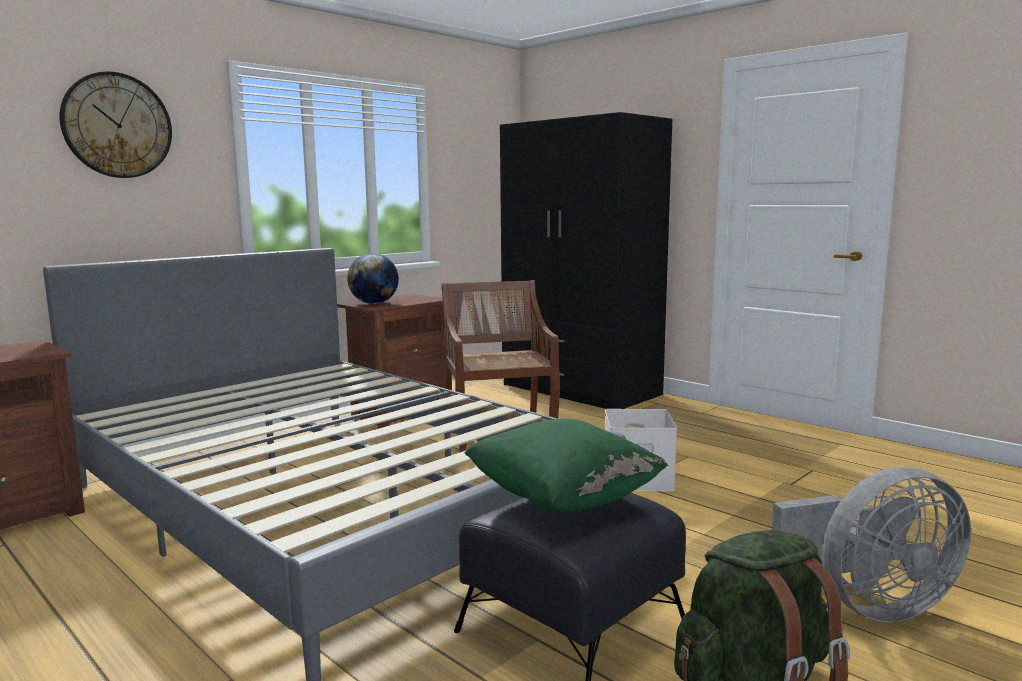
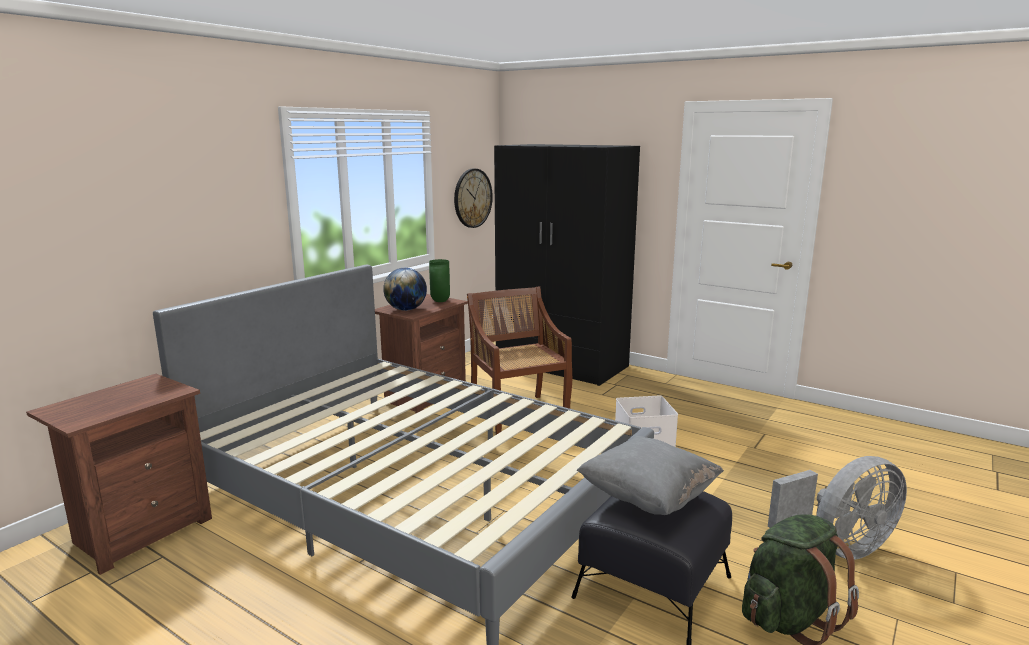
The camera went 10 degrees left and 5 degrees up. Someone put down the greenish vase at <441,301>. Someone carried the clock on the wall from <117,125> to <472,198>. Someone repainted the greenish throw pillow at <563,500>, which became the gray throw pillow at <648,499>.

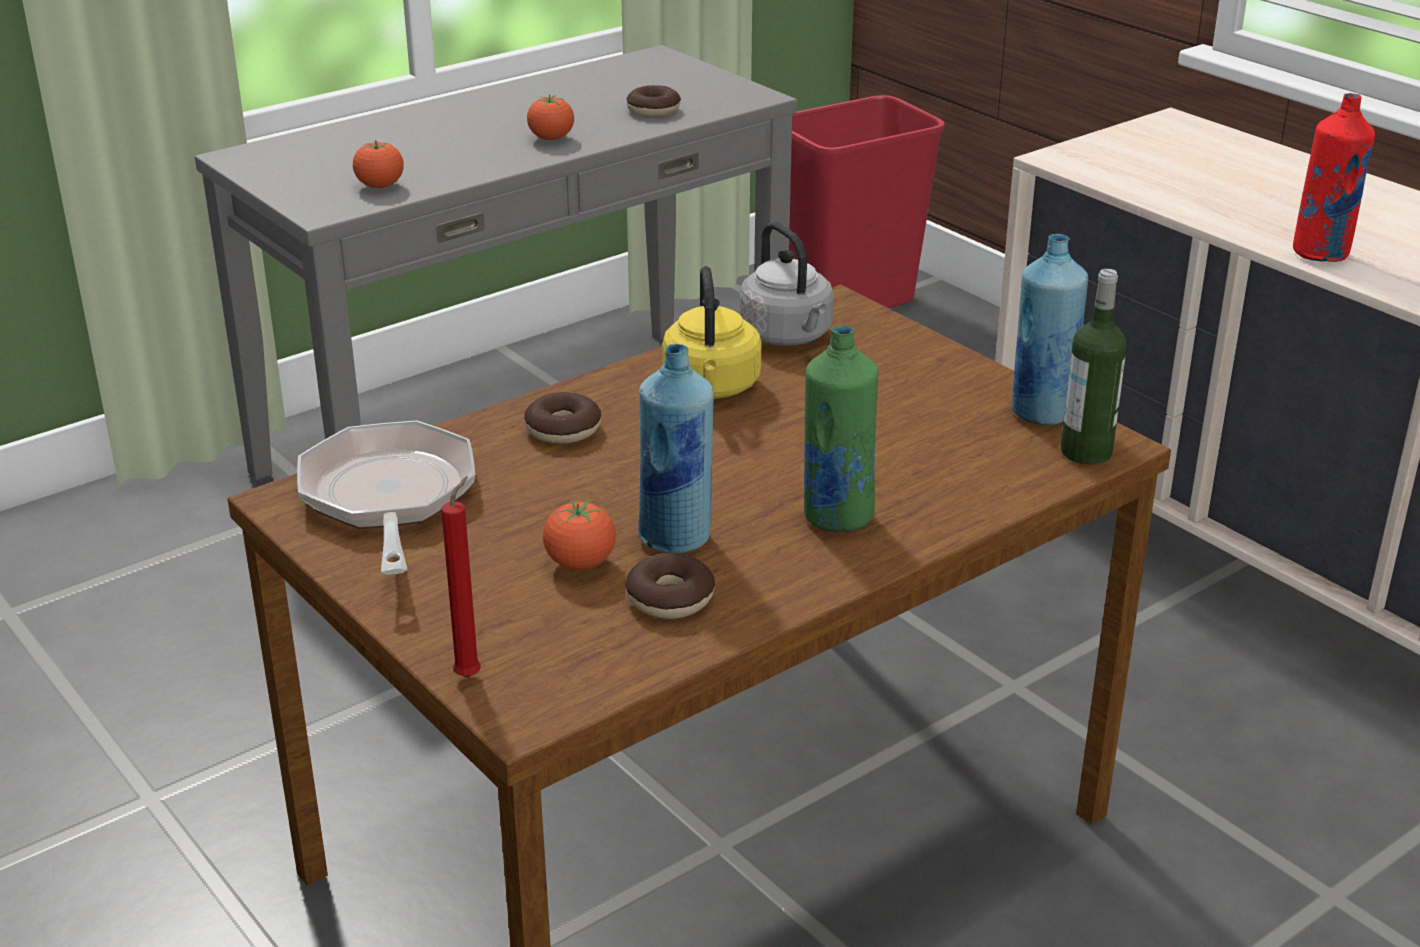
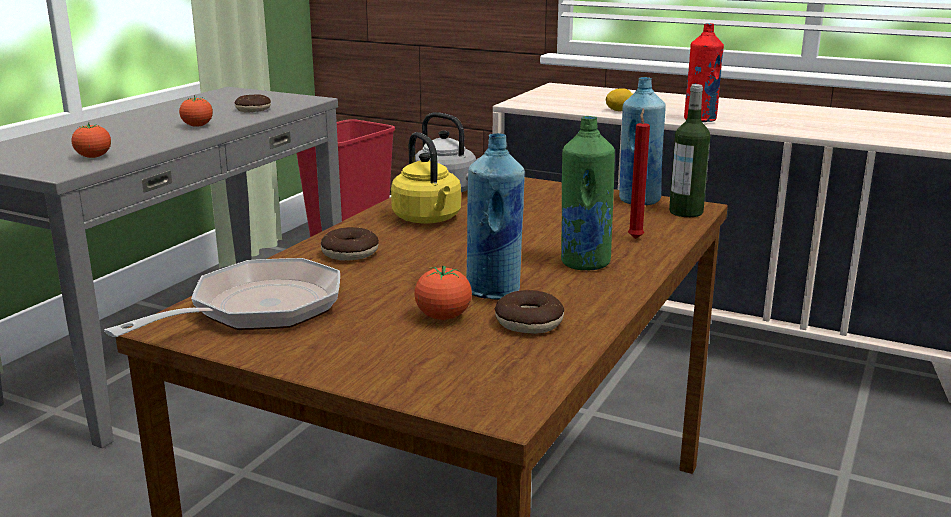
The camera went 25 degrees left and 10 degrees down. Someone put down the citrus fruit at <619,110>. Someone carried the red-coloured wax candle from <471,675> to <635,238>. Someone rotated the frying pan at <389,499> by 75 degrees clockwise.

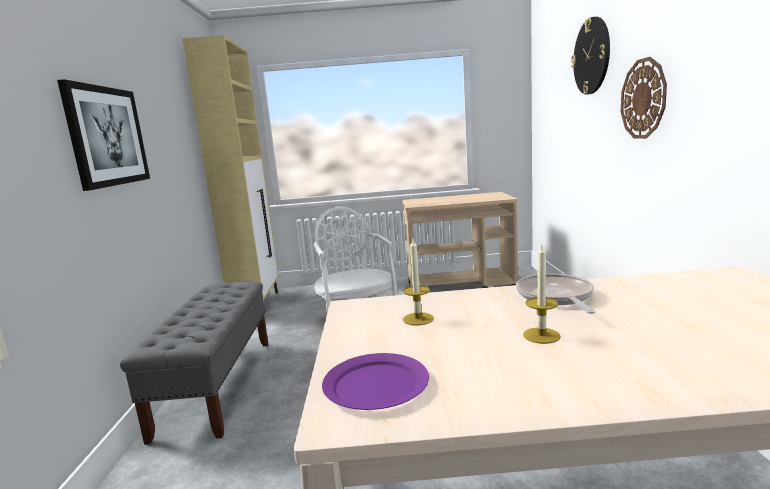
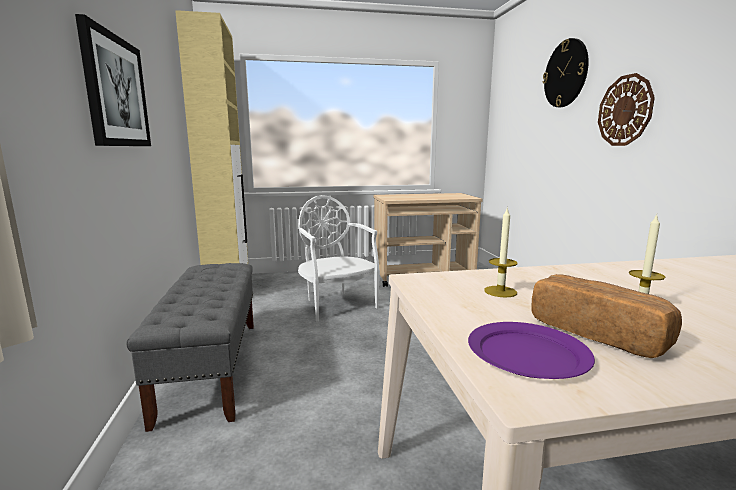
The camera went 10 degrees left and 0 degrees up. Someone took away the frying pan at <555,297>. Someone put down the baked bread at <597,333>.

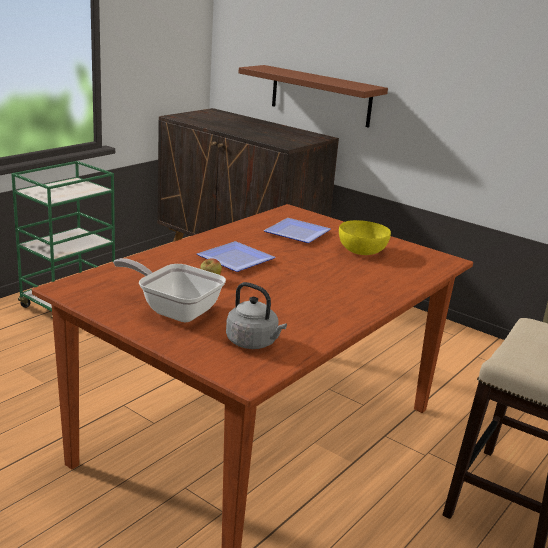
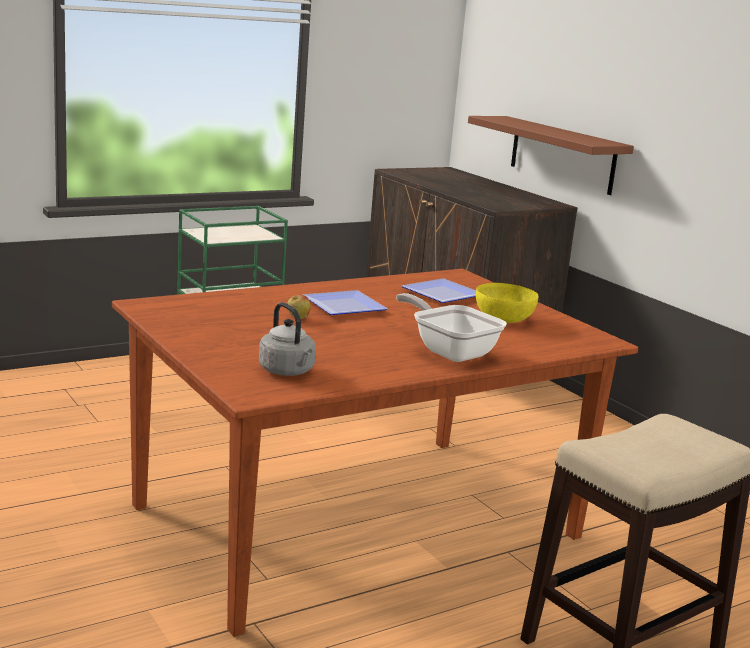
The camera went 20 degrees right and 5 degrees down. Someone carried the frying pan from <174,310> to <449,351>.

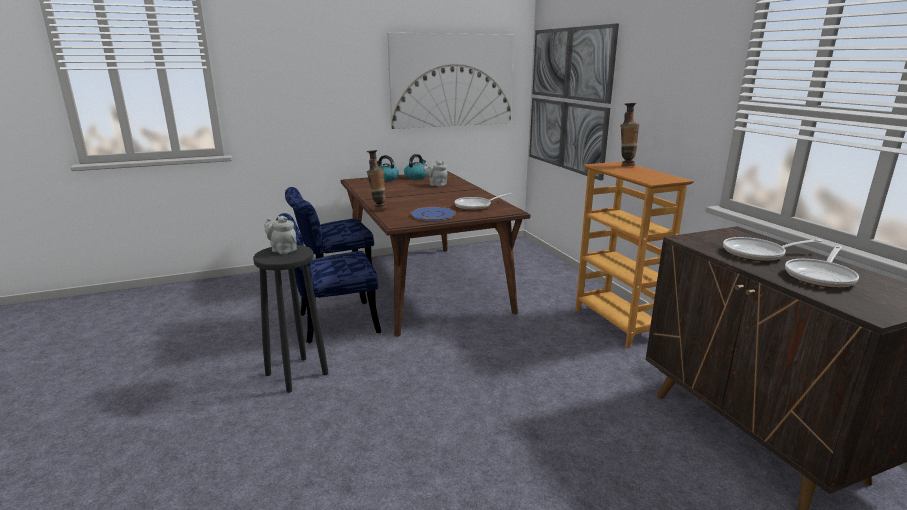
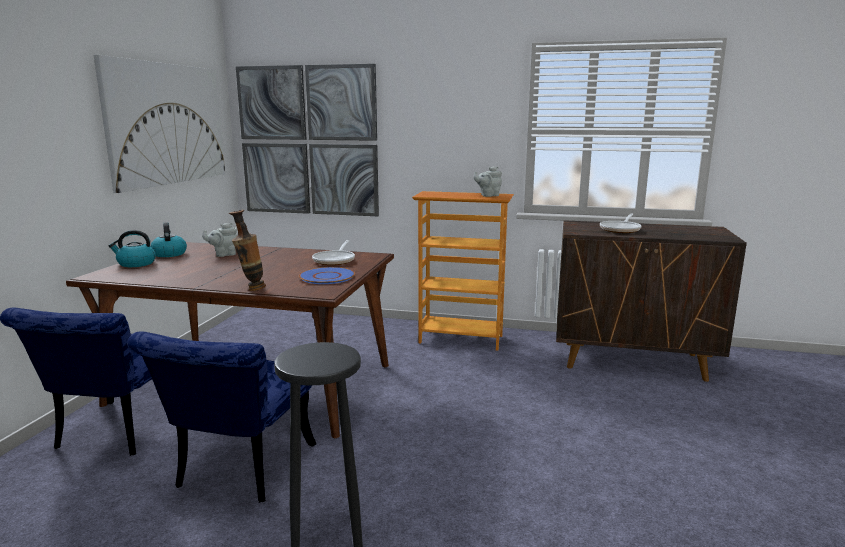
The camera went 55 degrees left and 5 degrees down. Someone took away the vase at <626,165>. Someone took away the frying pan at <821,276>. Someone carried the gray tea pot from <282,250> to <488,195>.

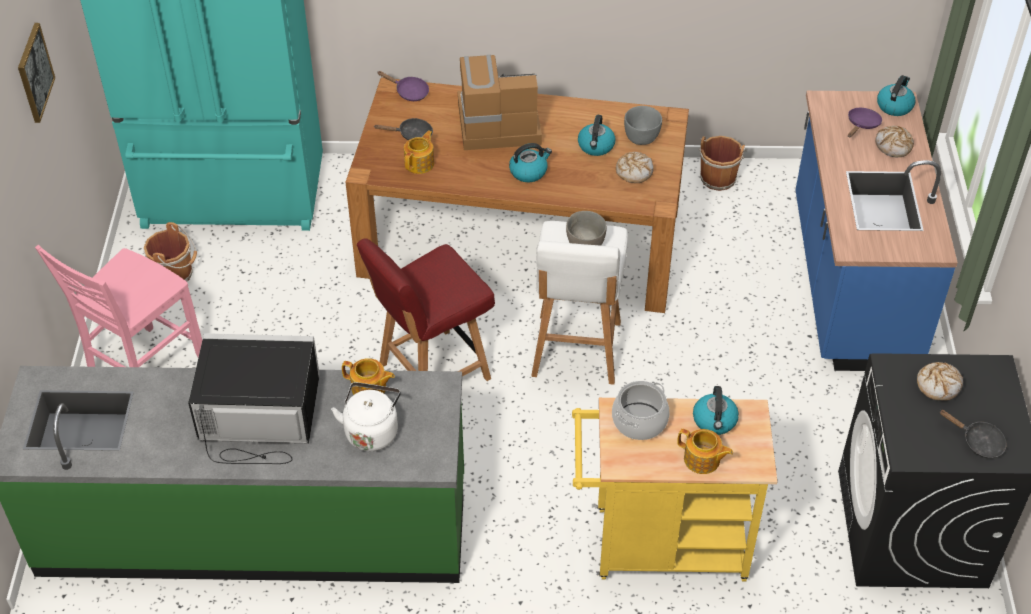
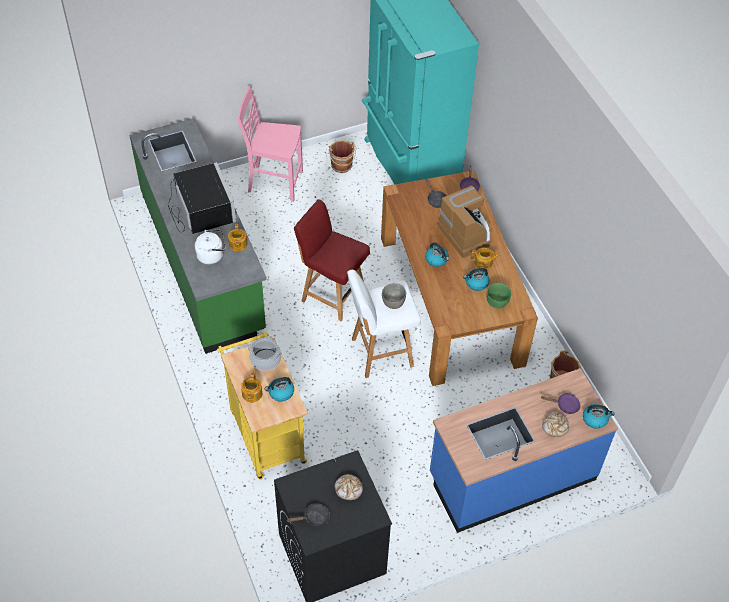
The camera went 65 degrees right and 5 degrees up. Someone took away the wall picture at <34,72>. Someone took away the baked bread at <634,171>. Someone carried the tea pot from <420,163> to <484,263>. Someone repainted the gray deep dish at <642,137>, which became the greenish deep dish at <497,302>. Someone rotated the black frying pan at <978,442> by 120 degrees counterclockwise.

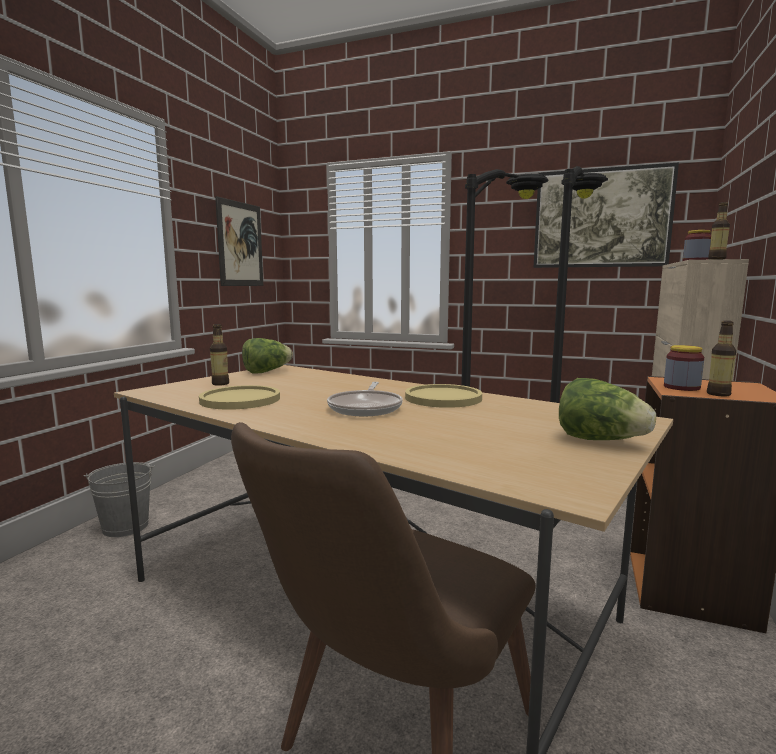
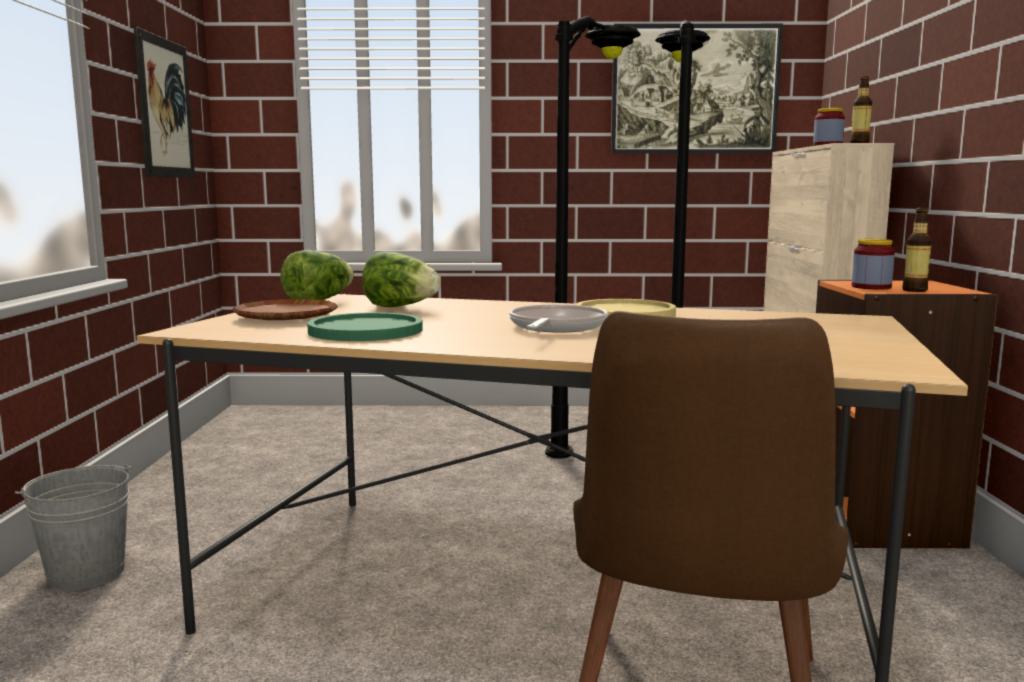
The camera went 20 degrees left and 0 degrees up. Someone carried the lettuce head from <600,440> to <401,307>. Someone swapped the bottle at <220,384> for the brown-coloured dinner plate at <286,317>. Someone repainted the yellow-coloured dinner plate at <240,399>, which became the greenish dinner plate at <365,330>. Someone rotated the frying pan at <366,408> by 150 degrees counterclockwise.

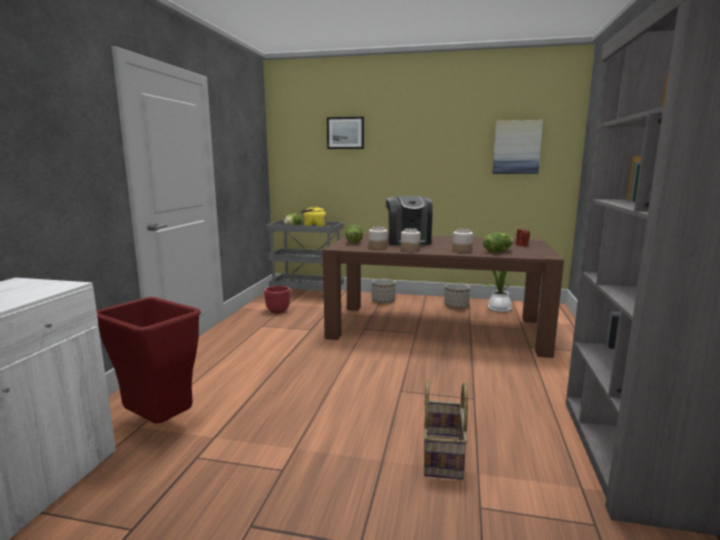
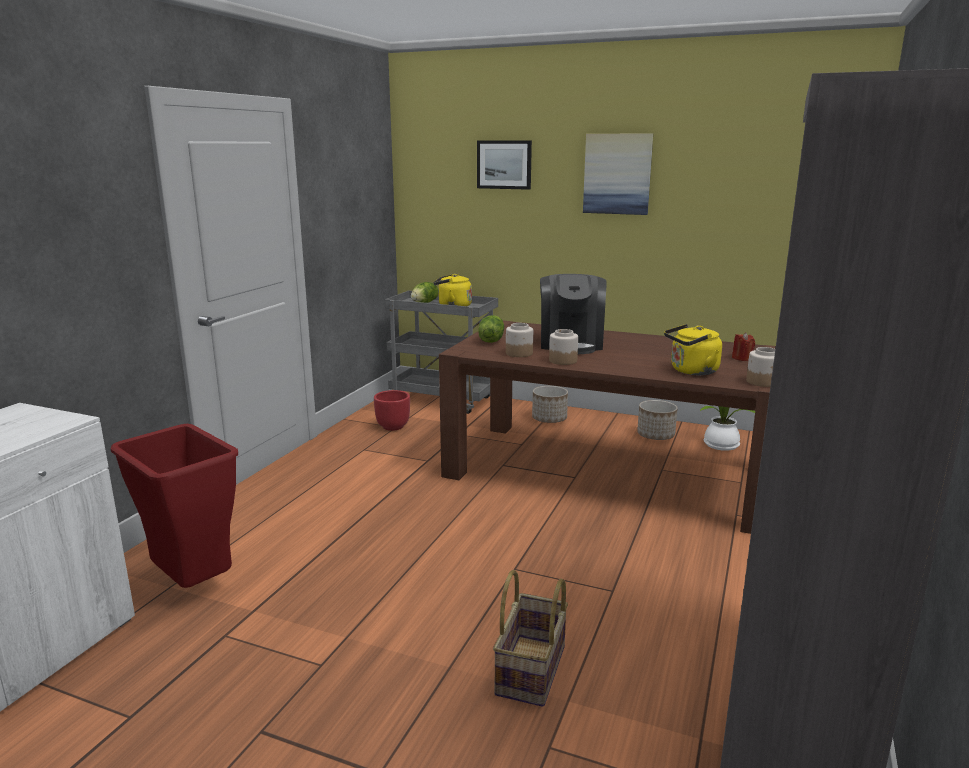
The camera went 10 degrees right and 5 degrees up. Someone carried the preserve jar from <462,250> to <762,382>. Someone carried the wall picture from <516,147> to <617,174>. Someone swapped the lettuce head at <497,251> for the yellow-coloured kettle at <691,371>.

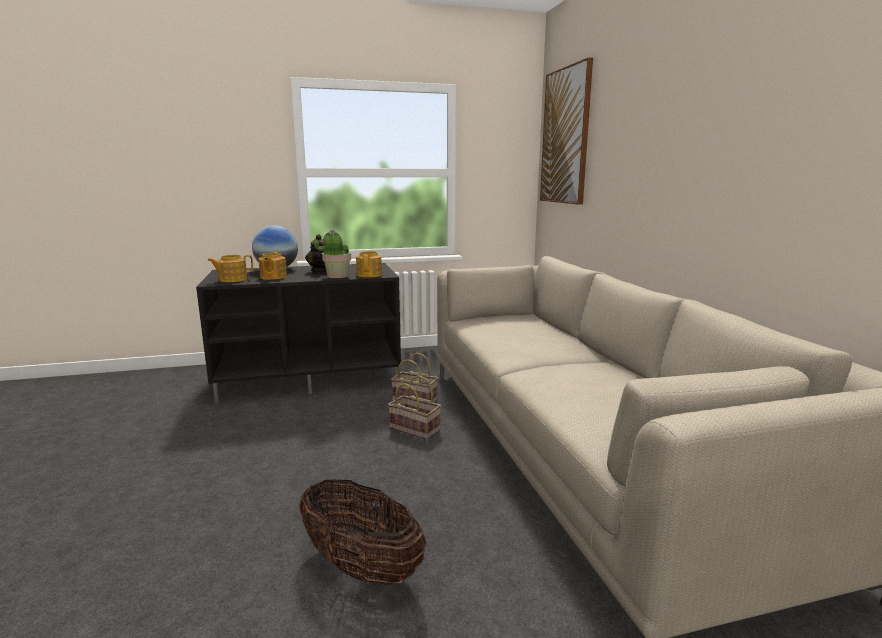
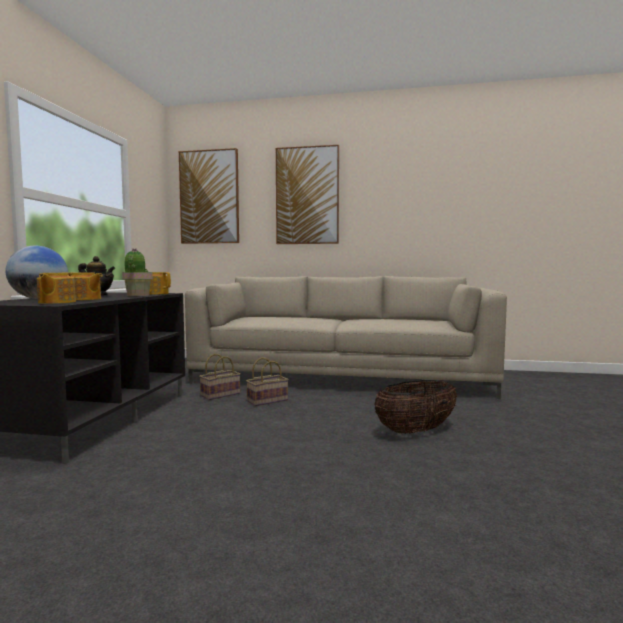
The camera went 65 degrees left and 10 degrees down. Someone put up the wall picture at <307,196>.

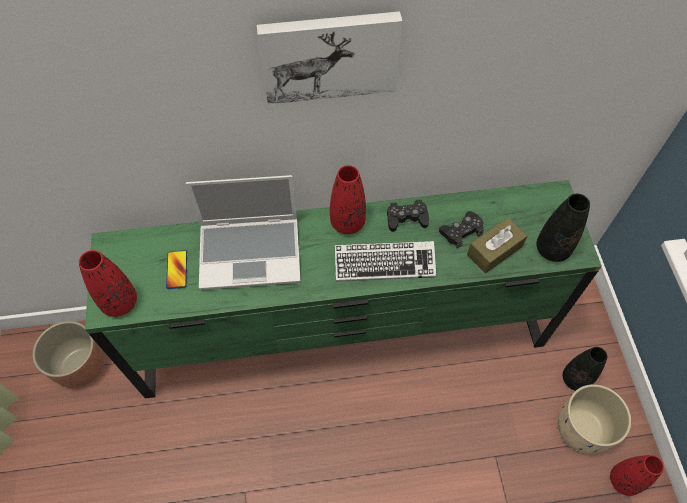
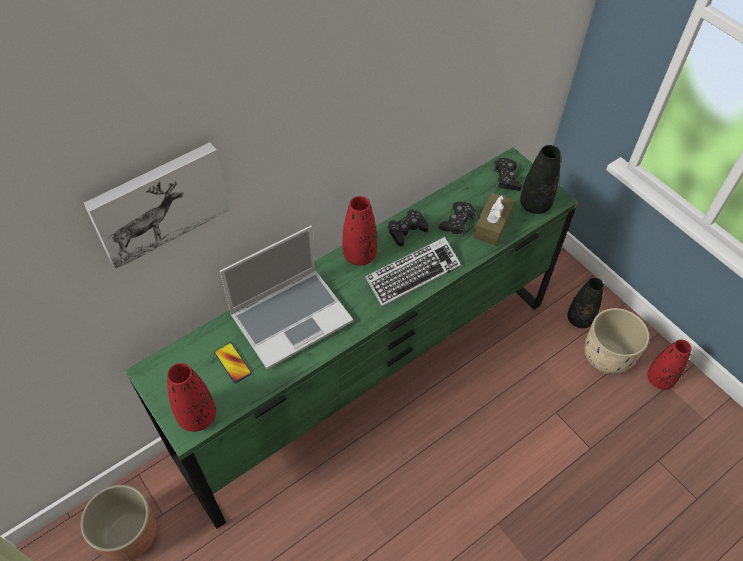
The camera went 30 degrees left and 5 degrees down. Someone put down the black game controller at <506,178>. Someone carried the wall picture from <329,55> to <159,202>.

